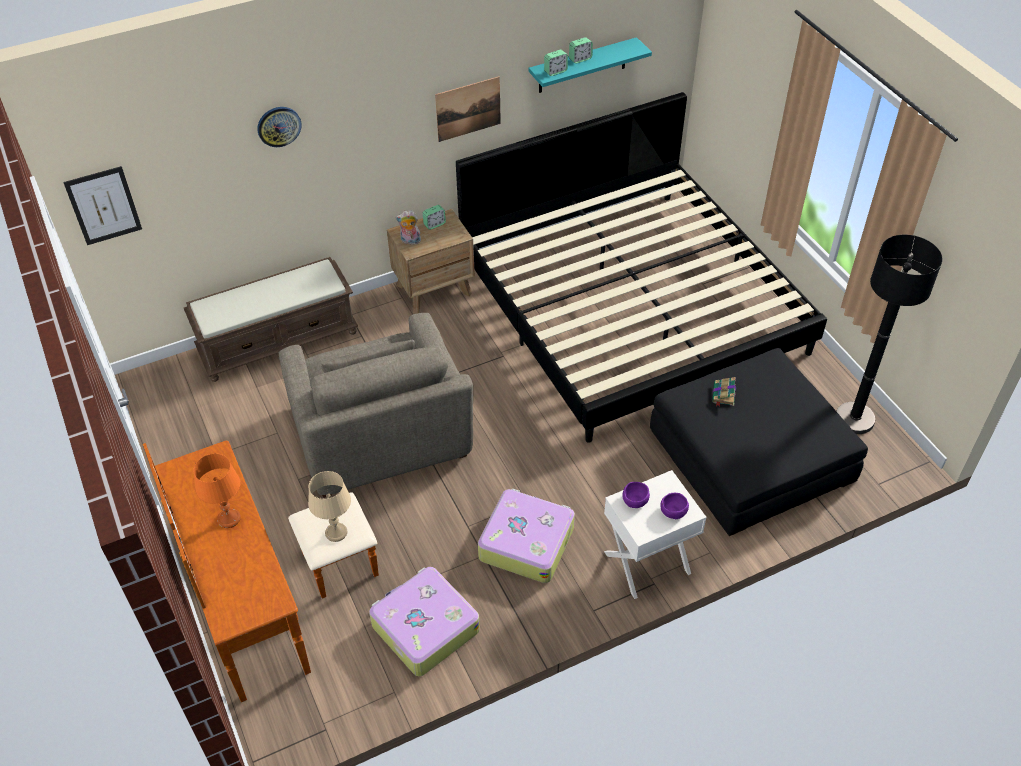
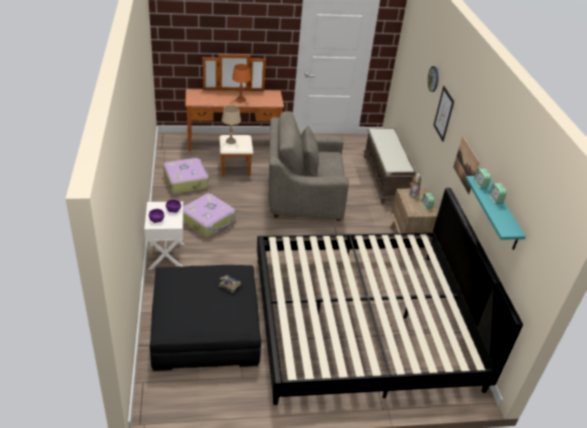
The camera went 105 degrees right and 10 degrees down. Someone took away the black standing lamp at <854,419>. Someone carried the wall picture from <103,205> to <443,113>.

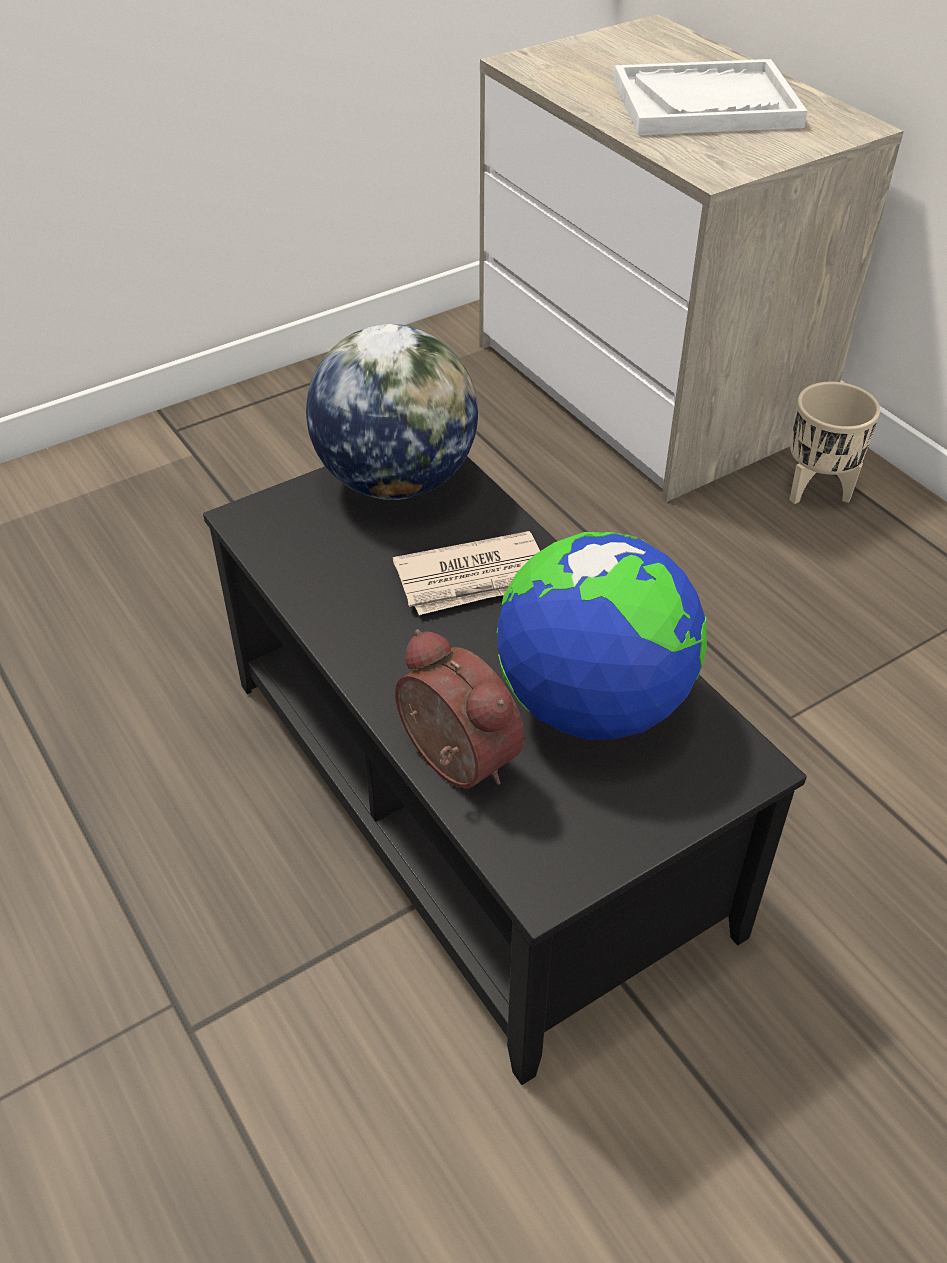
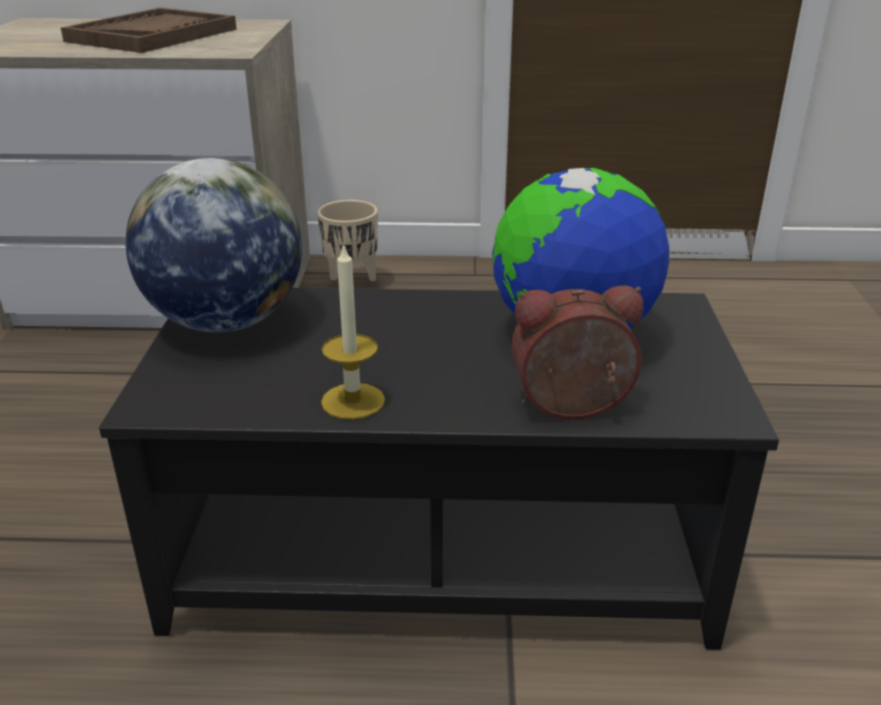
The camera went 55 degrees left and 15 degrees down. Someone took away the newspaper at <475,579>. Someone put down the wax candle at <353,401>. Someone repainted the white serving tray at <706,104>, which became the brown-coloured serving tray at <152,35>.

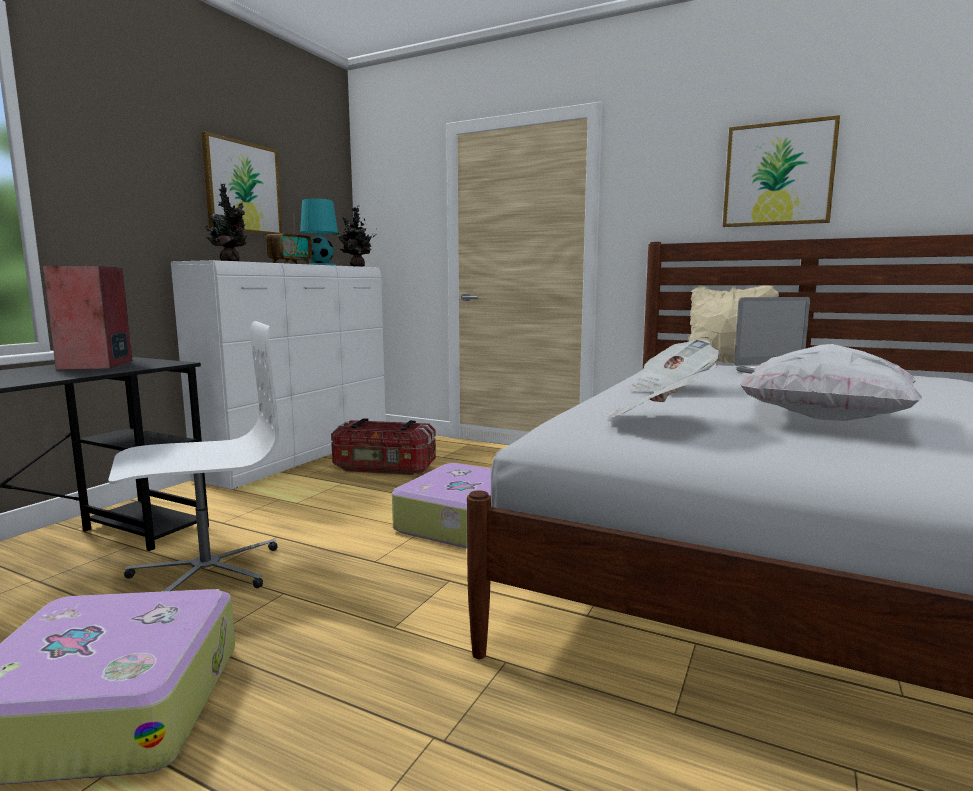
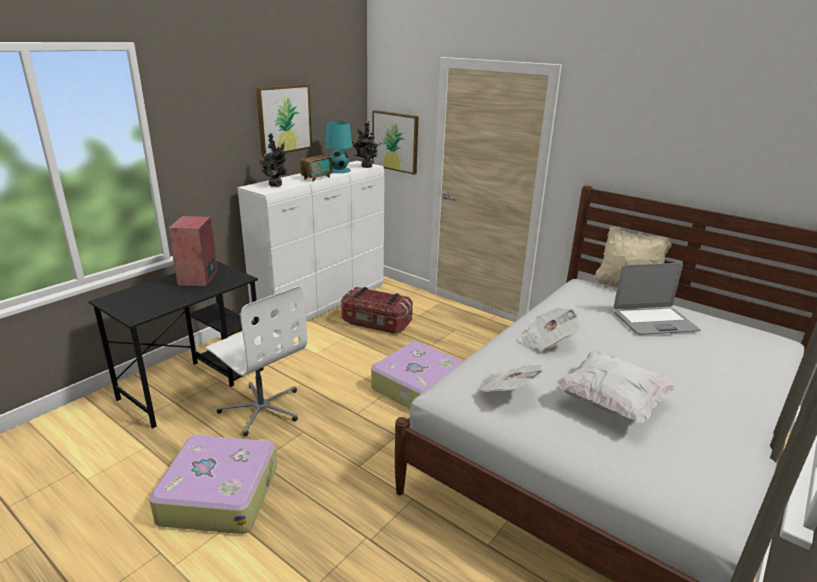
The camera went 10 degrees right and 15 degrees up. Someone carried the wall picture from <778,174> to <395,141>. Someone rotated the white office chair at <205,571> by 60 degrees clockwise.

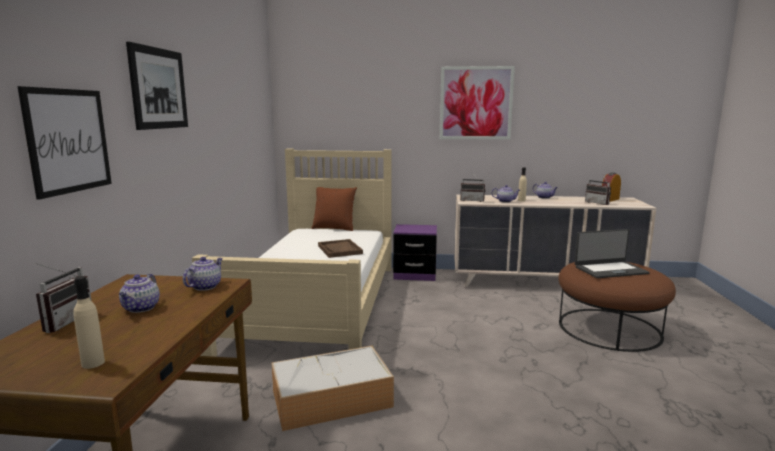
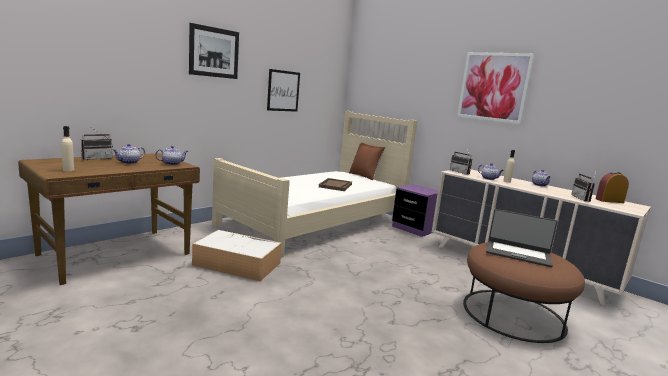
The camera went 35 degrees right and 0 degrees up. Someone carried the wall picture from <68,141> to <283,91>.

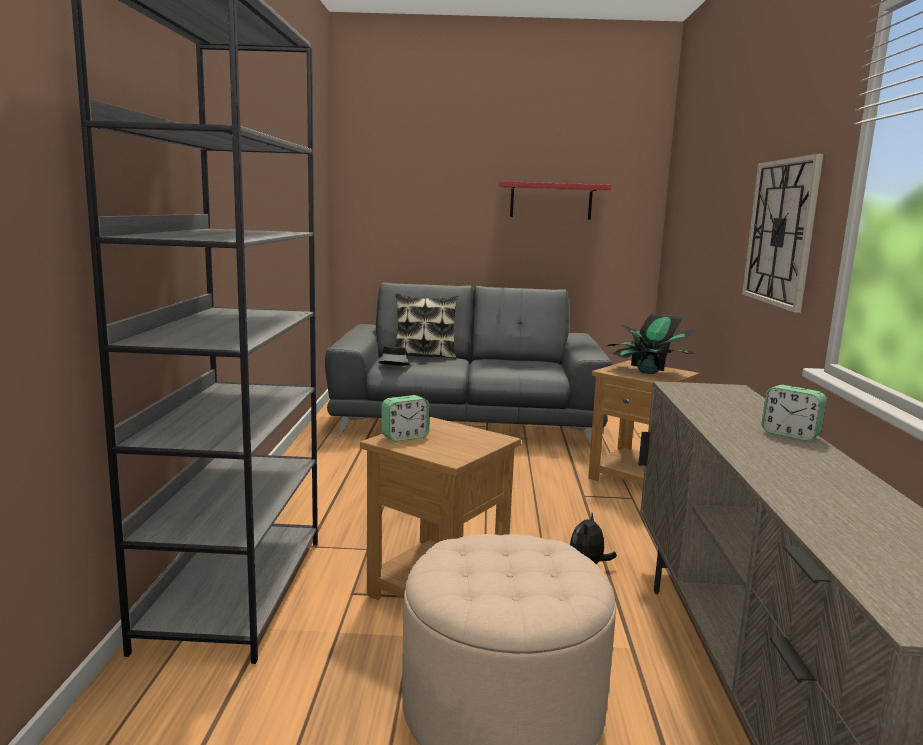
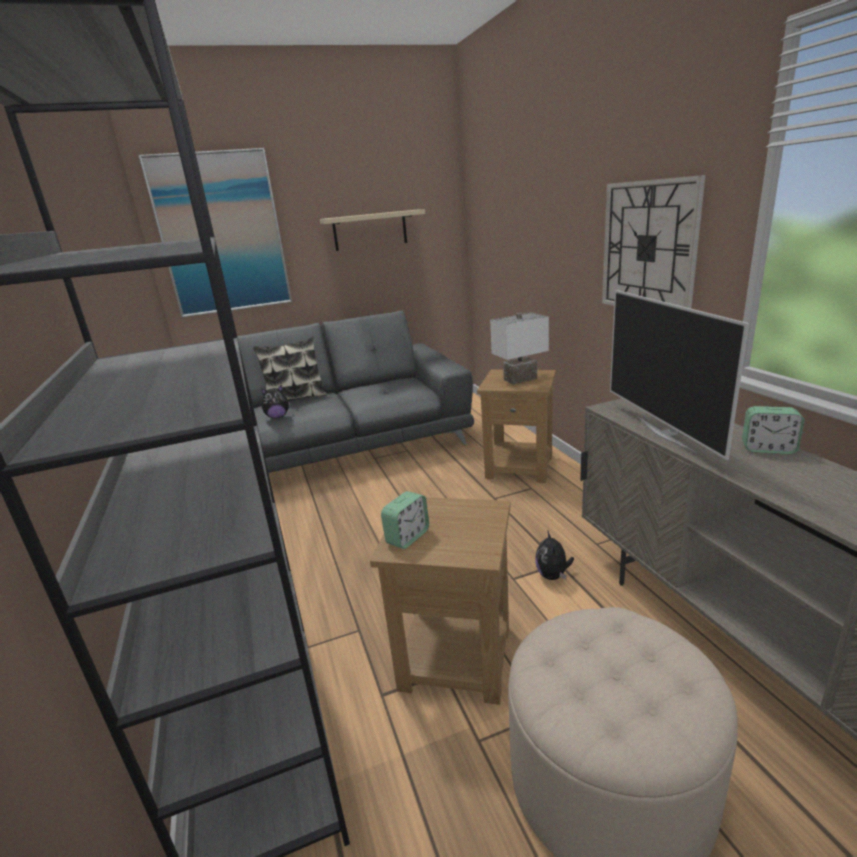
The camera went 20 degrees left and 10 degrees up. Someone put up the wall picture at <221,234>. Someone put down the television at <666,434>. Someone swapped the black wearable hat at <395,364> for the soft toy at <277,417>. Someone swapped the potted plant at <648,372> for the white table lamp at <520,380>. Someone repainted the red-coloured shelf at <551,201>, which became the sand-coloured shelf at <370,230>.

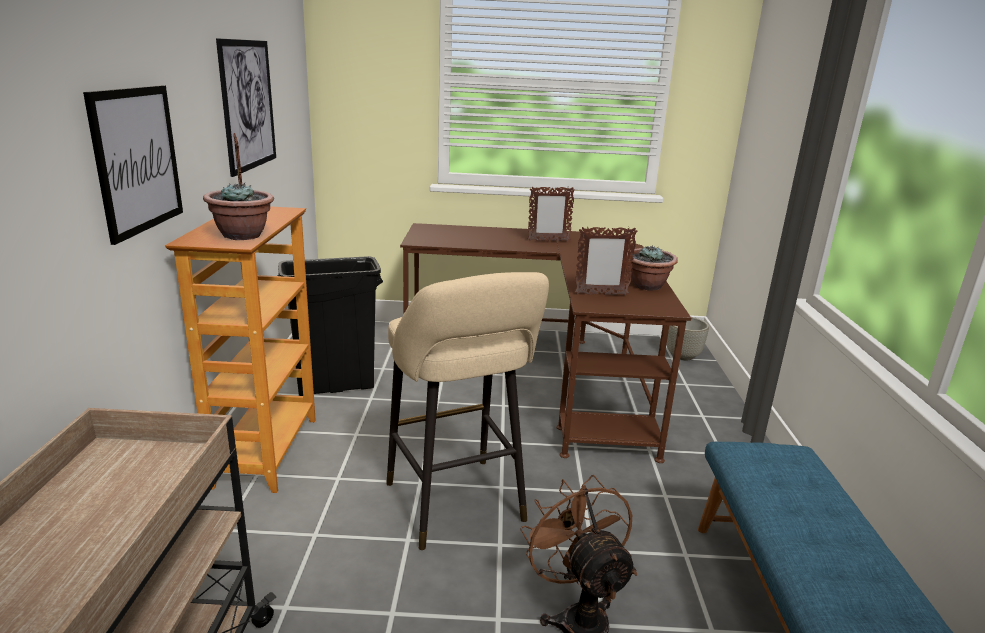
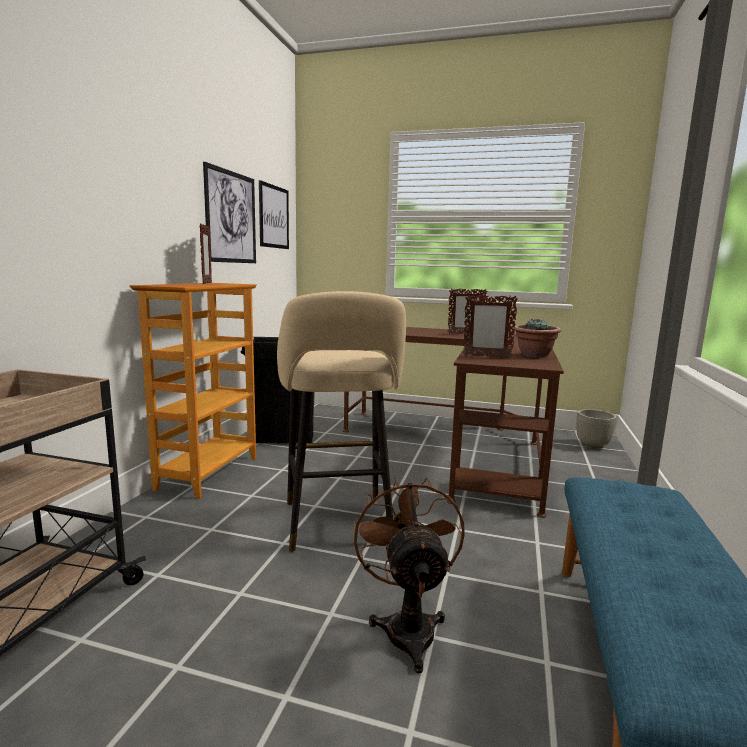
The camera went 15 degrees right and 10 degrees down. Someone took away the potted plant at <243,235>. Someone carried the wall picture from <137,160> to <274,217>.

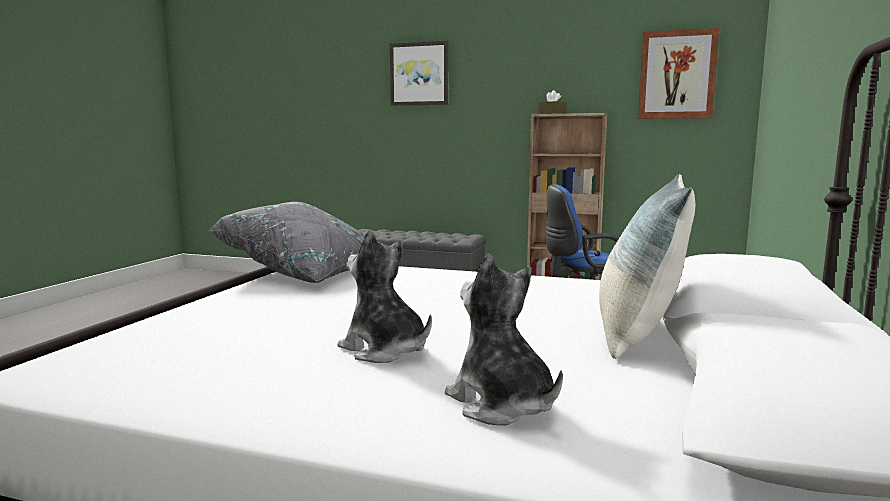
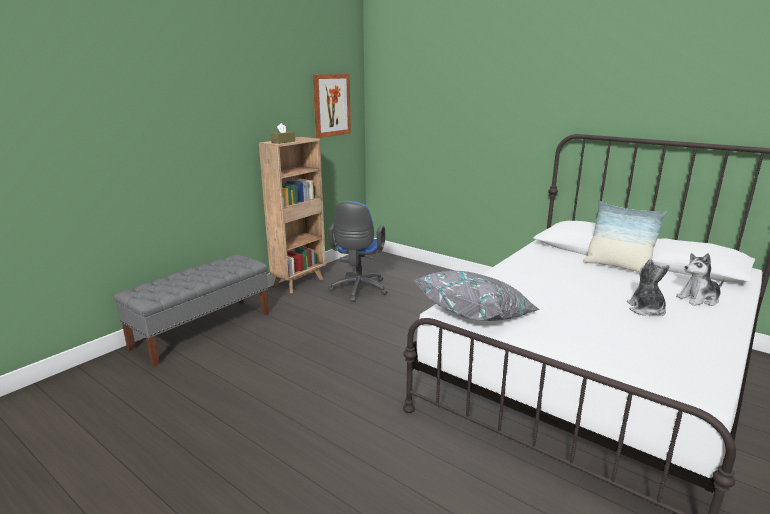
The camera went 70 degrees left and 10 degrees up. Someone took away the wall picture at <419,74>. Someone rotated the soft toy at <384,350> by 120 degrees clockwise.

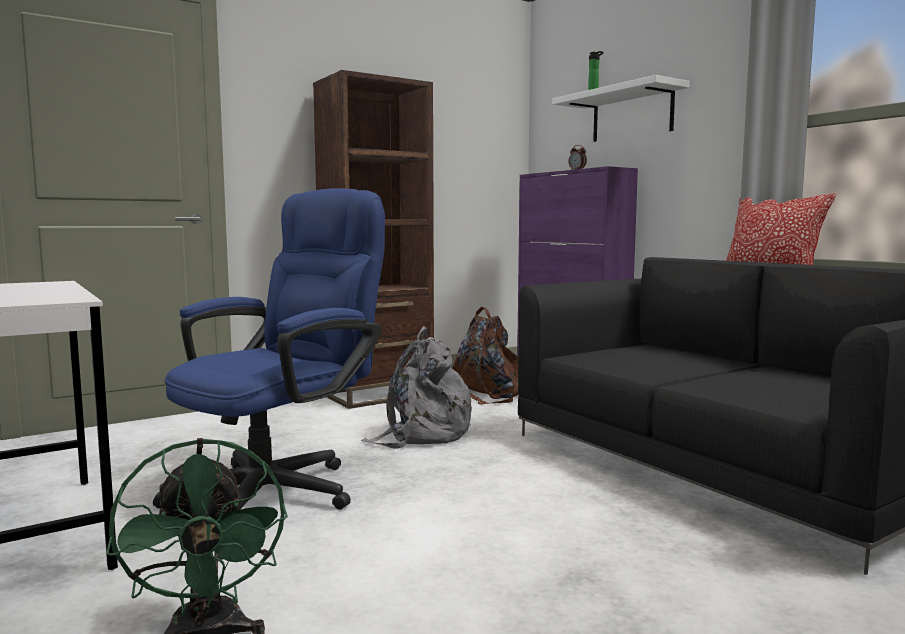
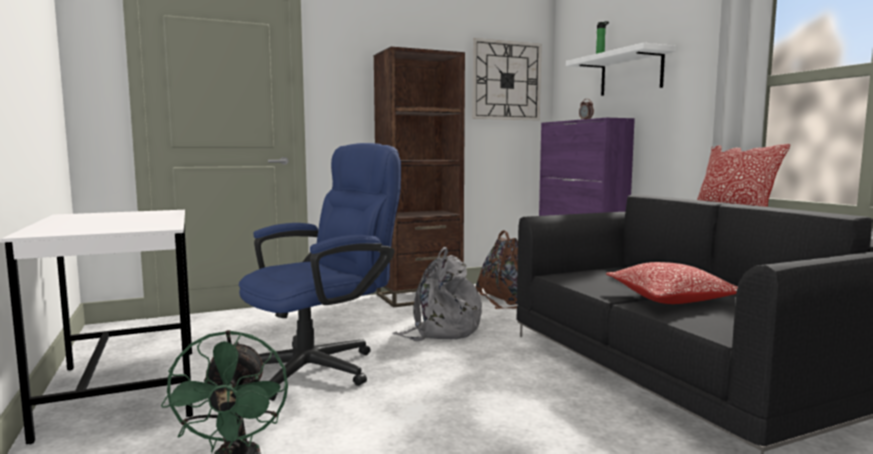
The camera went 10 degrees right and 0 degrees up. Someone put up the clock on the wall at <506,80>. Someone put down the throw pillow at <670,299>.

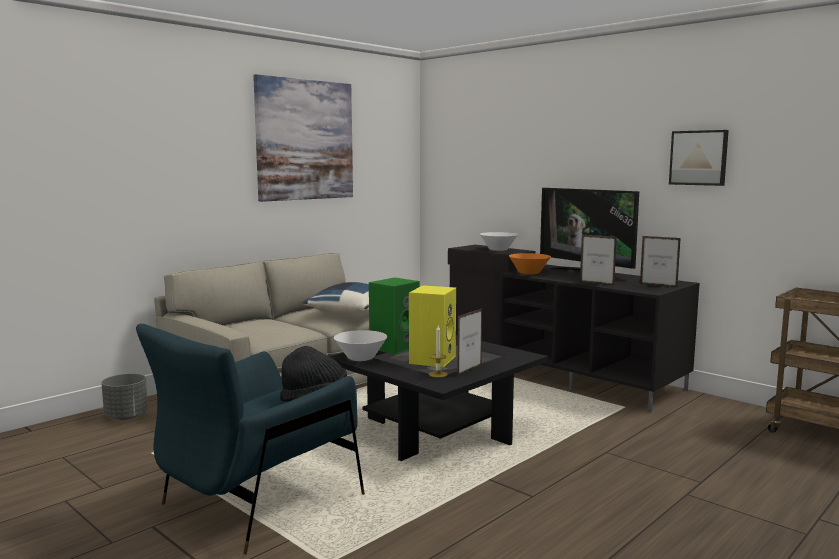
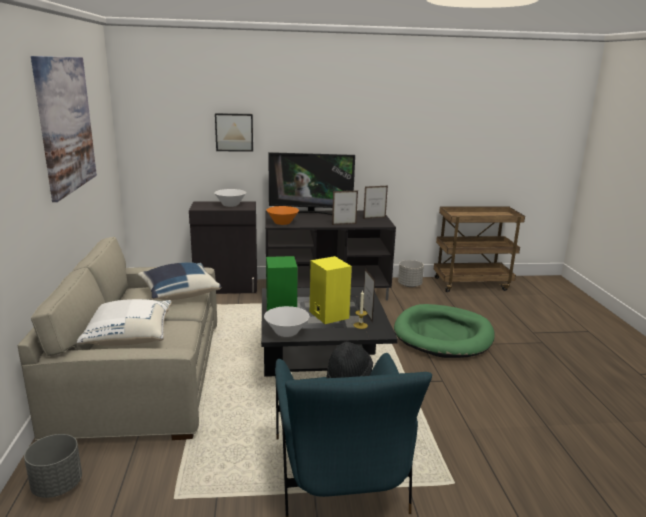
The camera went 50 degrees left and 10 degrees up. Someone put down the white throw pillow at <128,336>. Someone put down the greenish dog cushion at <443,335>. Someone put down the gray planter at <409,285>. Someone carried the wall picture from <699,158> to <234,132>.

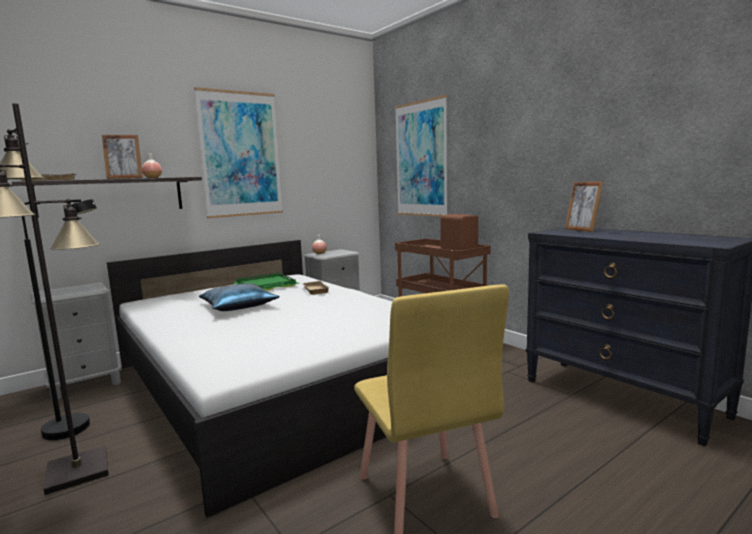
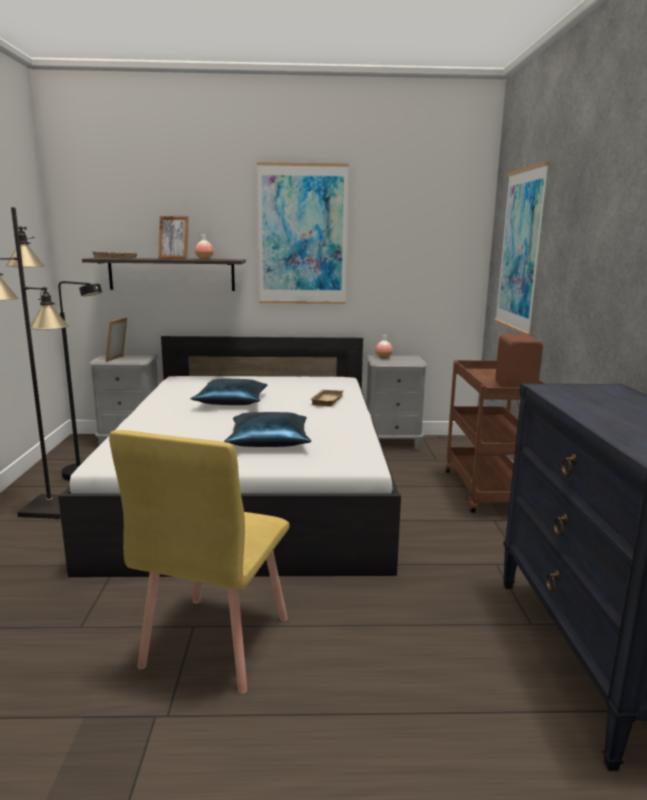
The camera went 35 degrees right and 5 degrees up. Someone took away the greenish serving tray at <264,285>. Someone put down the bluish throw pillow at <269,441>. Someone carried the standing frame from <582,230> to <118,359>.

